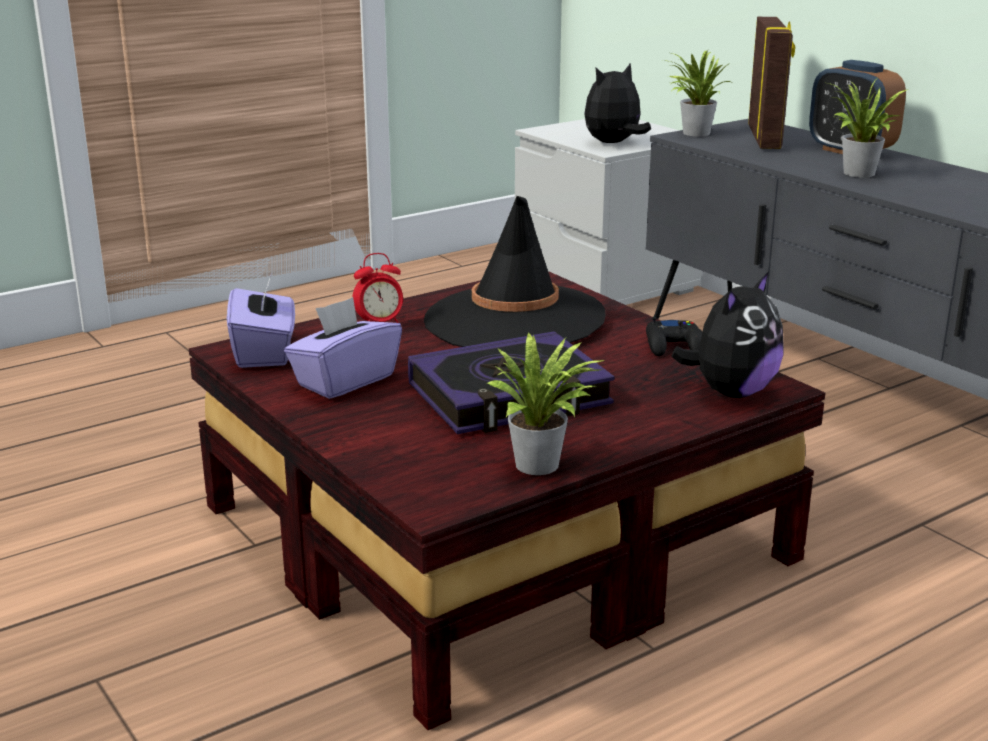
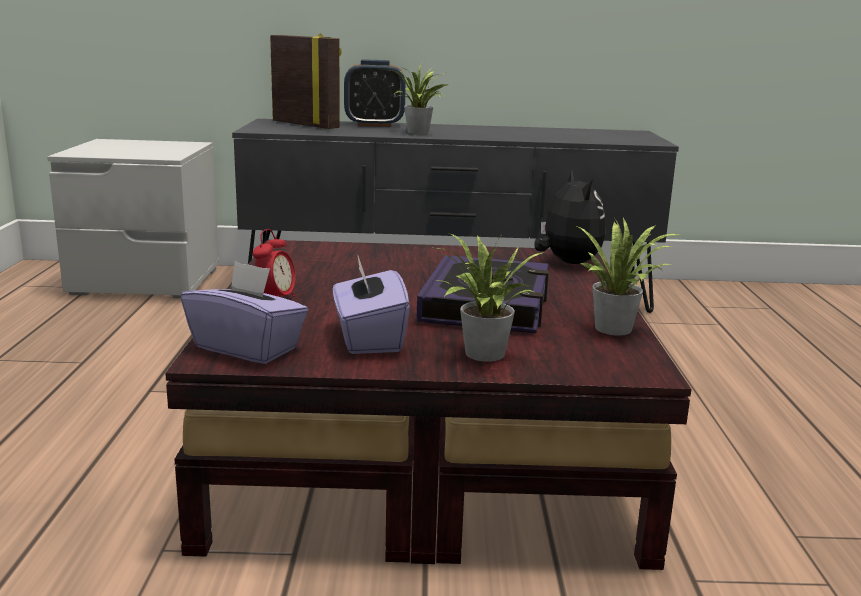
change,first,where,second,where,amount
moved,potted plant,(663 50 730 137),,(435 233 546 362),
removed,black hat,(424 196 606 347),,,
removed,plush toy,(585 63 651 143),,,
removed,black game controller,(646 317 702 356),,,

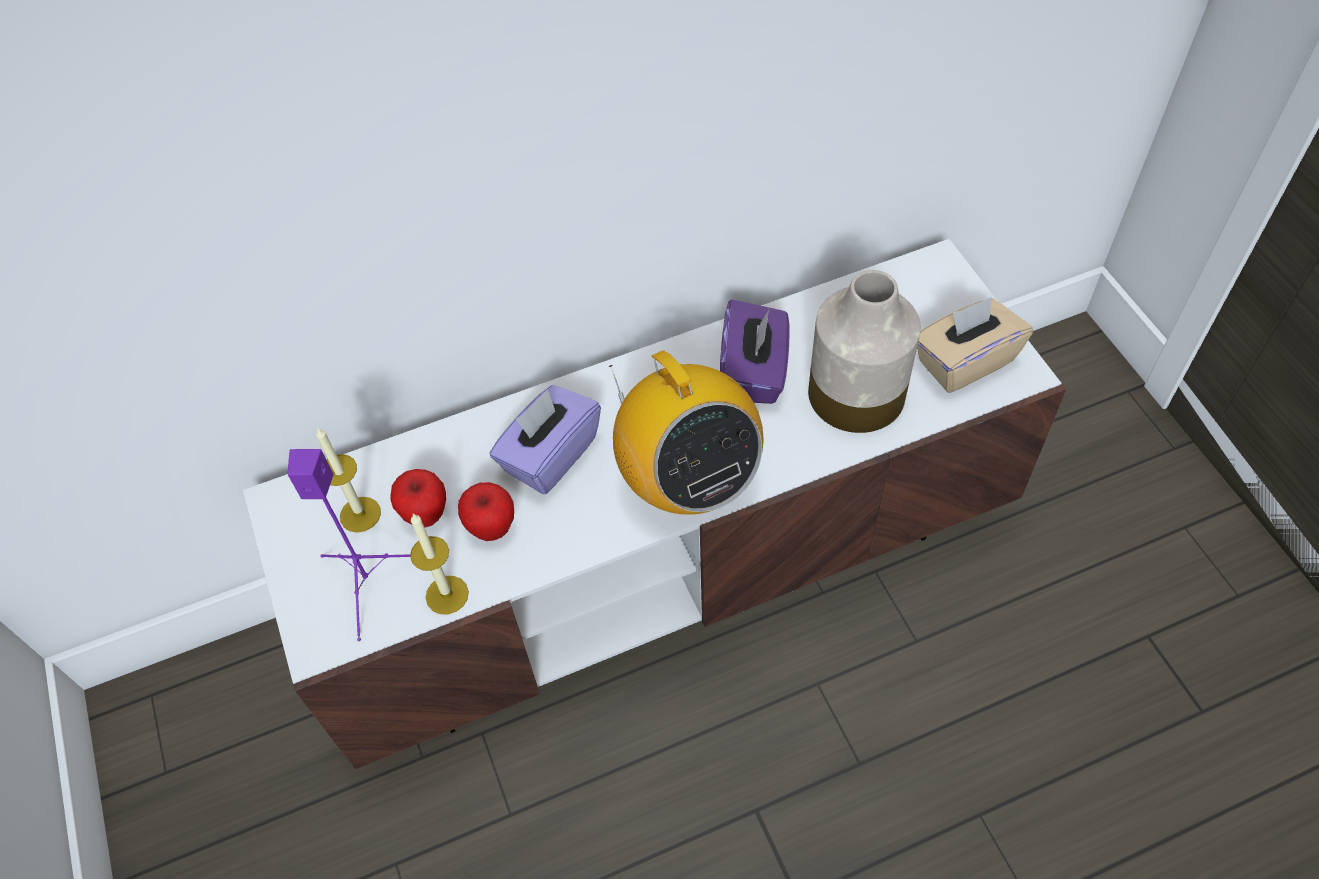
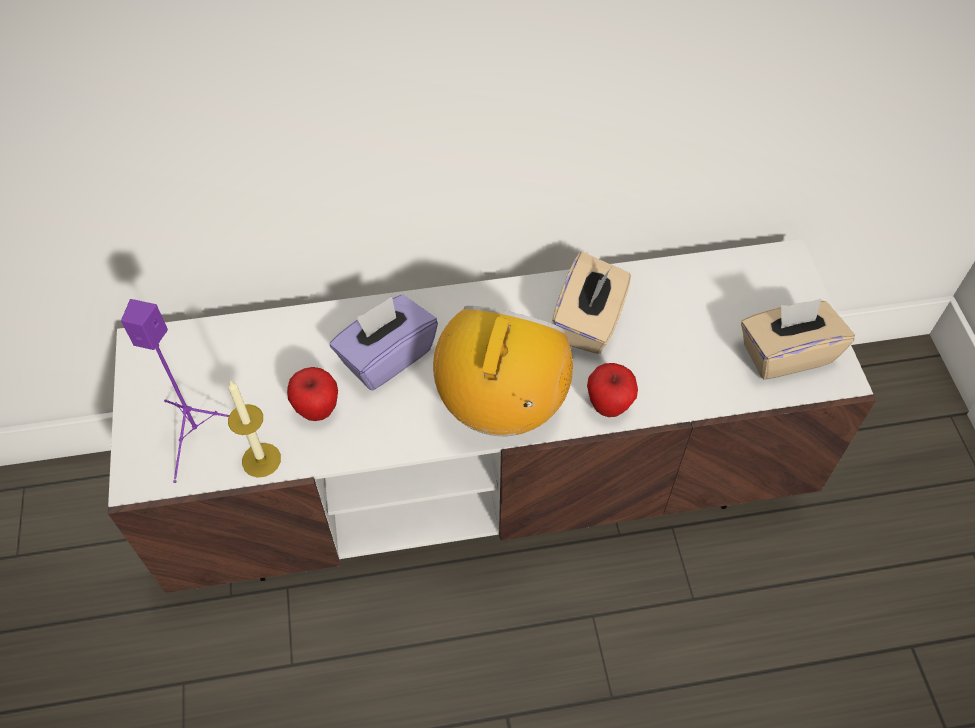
change,first,where,second,where,amount
turned,radio,(609 350 763 515),,(433 306 573 436),150 degrees counterclockwise
recoloured,purple tissue box,(720 299 789 404),beige tissue box,(552 252 631 354),
moved,apple,(390 469 446 528),,(587 363 638 417),
removed,candle,(316 427 381 533),,,
removed,beige vase,(808 270 921 433),,,

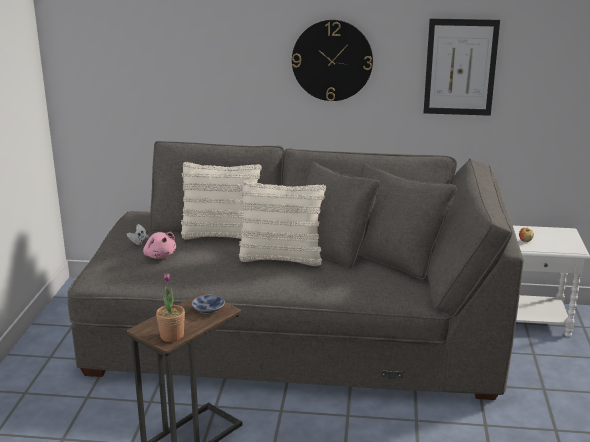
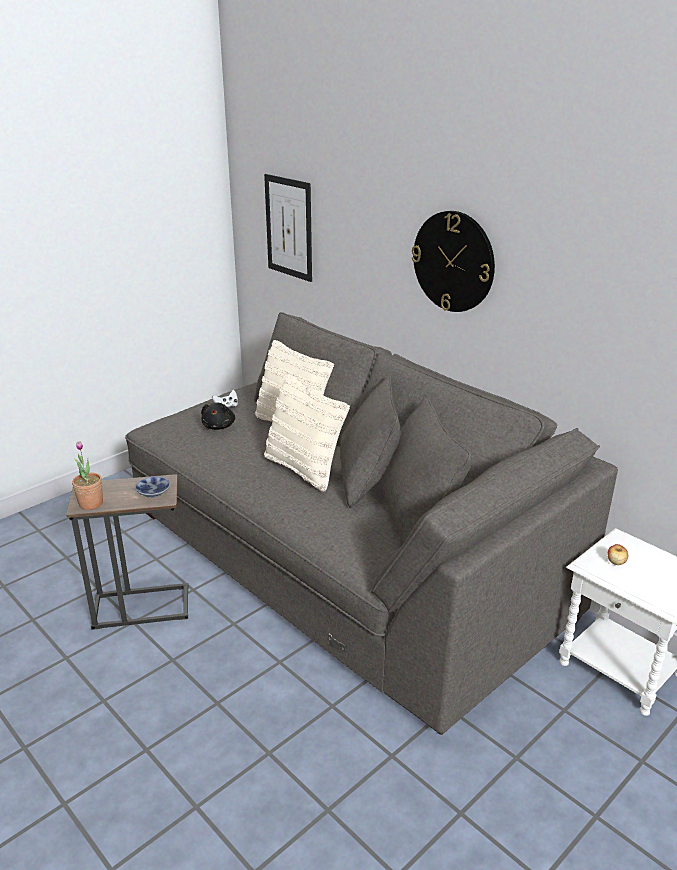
change,first,where,second,where,amount
recoloured,pink plush toy,(143 232 176 259),black plush toy,(201 403 235 430),
moved,picture,(423 18 500 116),,(264 174 312 282),

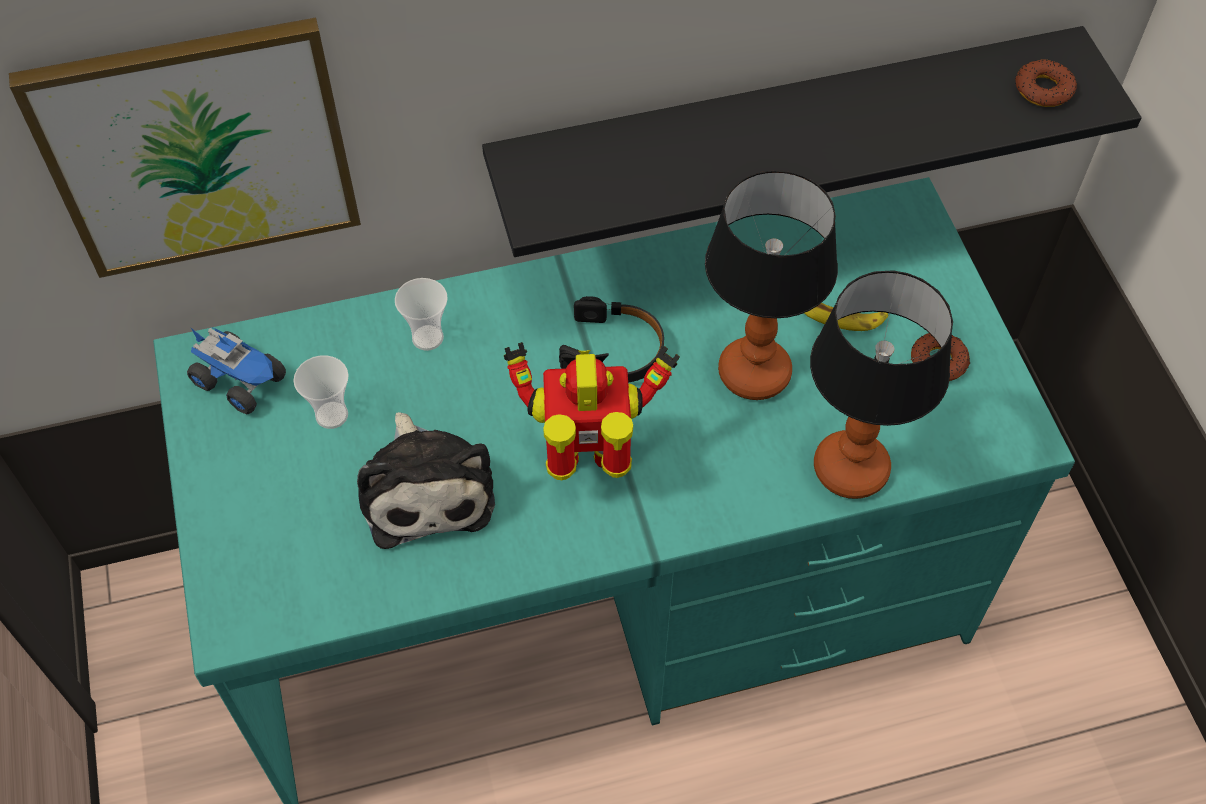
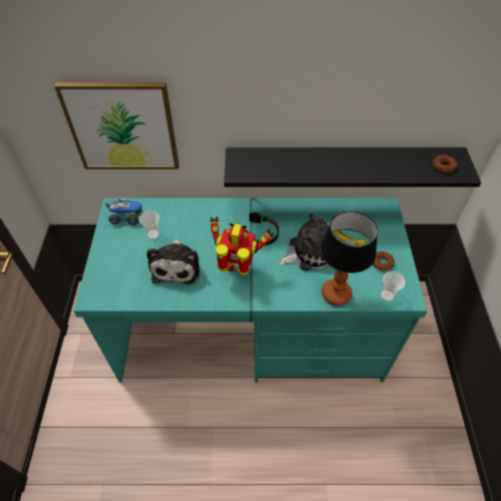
change,first,where,second,where,amount
turned,toy truck,(187 327 286 415),,(105 199 142 225),45 degrees counterclockwise
replaced,table lamp,(705 170 838 400),plush toy,(278 213 330 271),
moved,cup,(395 278 448 351),,(381 271 405 301),

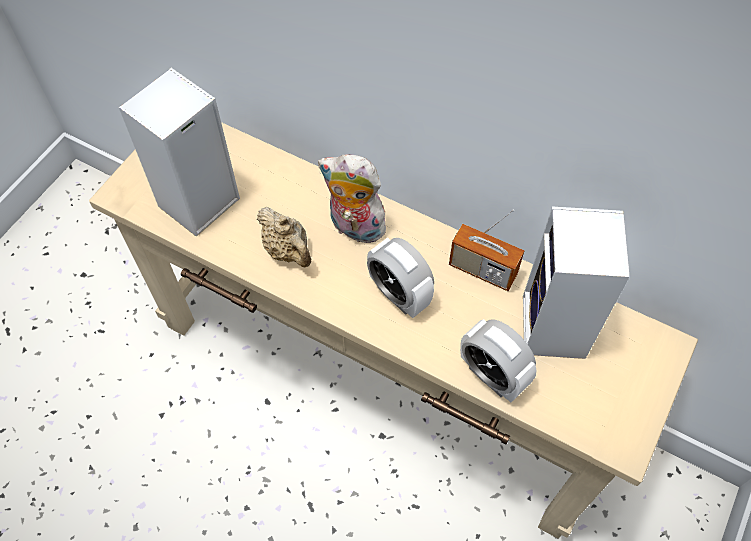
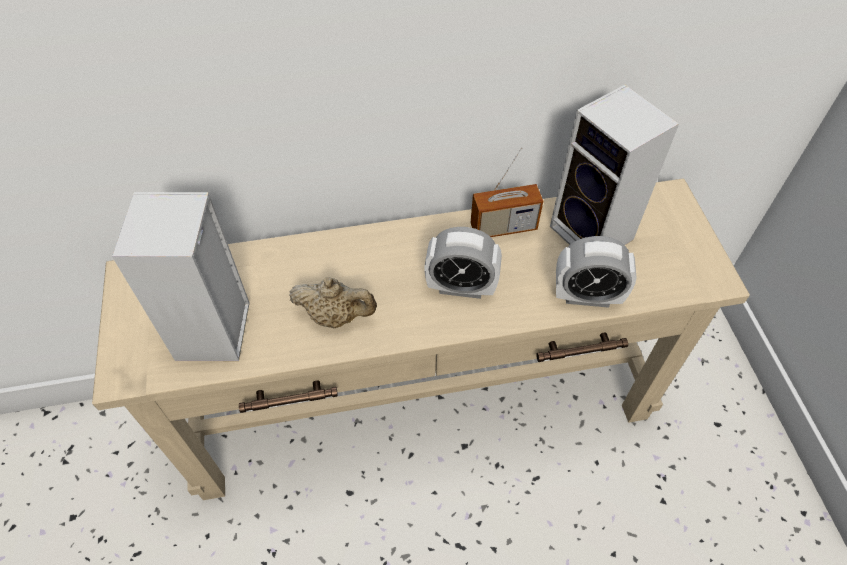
change,first,where,second,where,amount
removed,plush toy,(318 154 389 243),,,

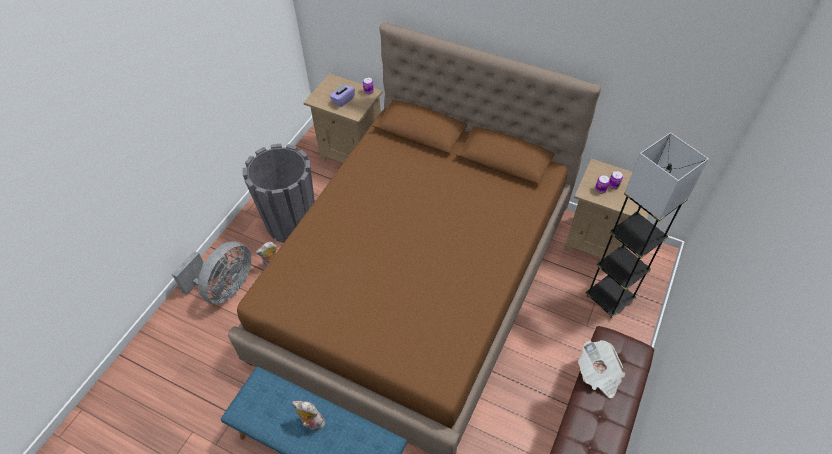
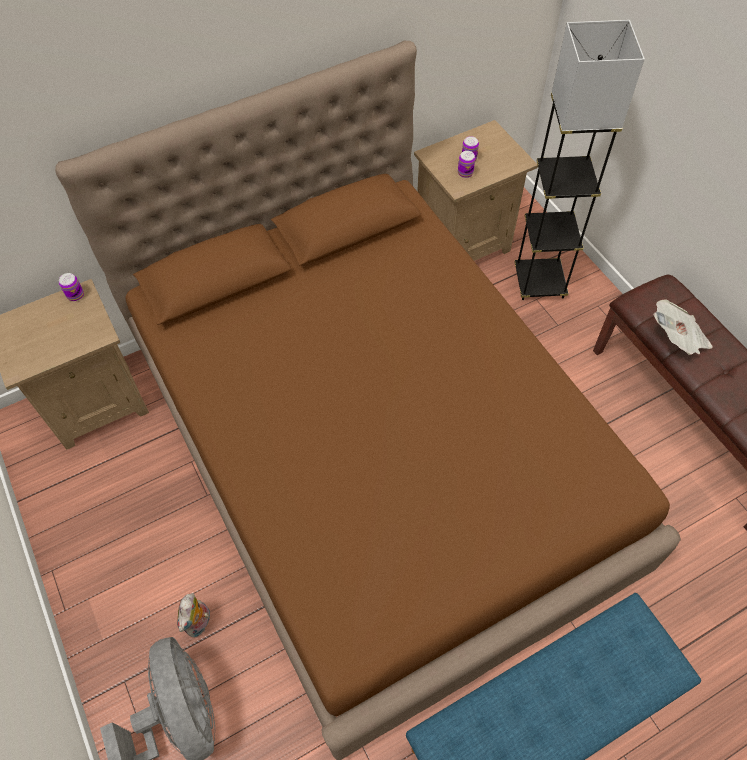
change,first,where,second,where,amount
removed,grey planter,(243 144 315 243),,,
removed,plush toy,(292 400 325 431),,,
removed,purple tissue box,(330 83 355 107),,,

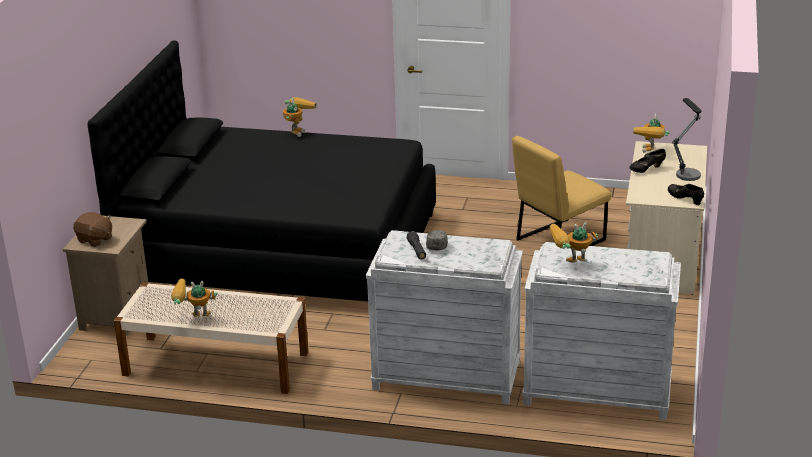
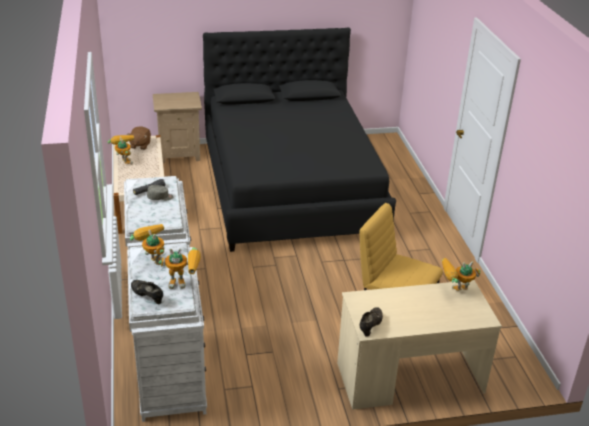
change,first,where,second,where,amount
moved,brown plush toy,(73 212 112 247),,(127 126 151 150),
moved,black shoe,(629 149 666 173),,(131 280 163 304),
moved,toy robot,(283 97 317 137),,(158 247 201 289),
removed,table lamp,(672 98 702 181),,,

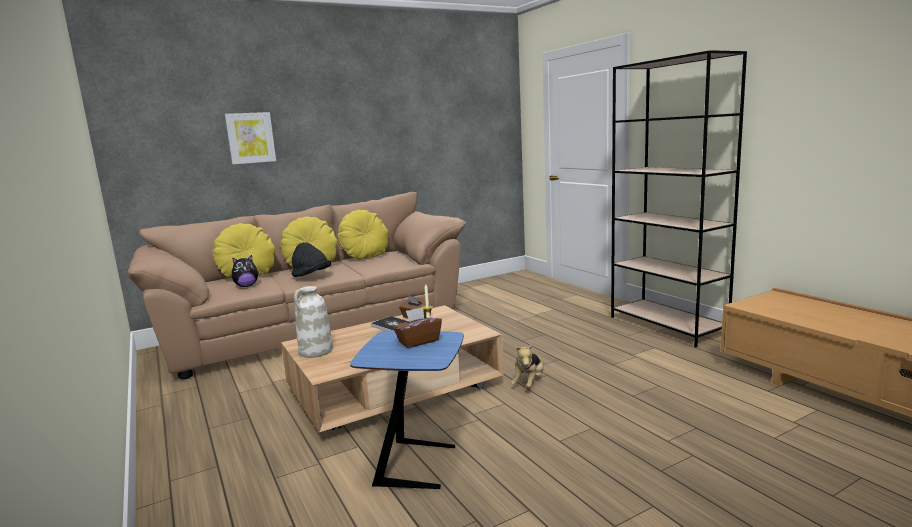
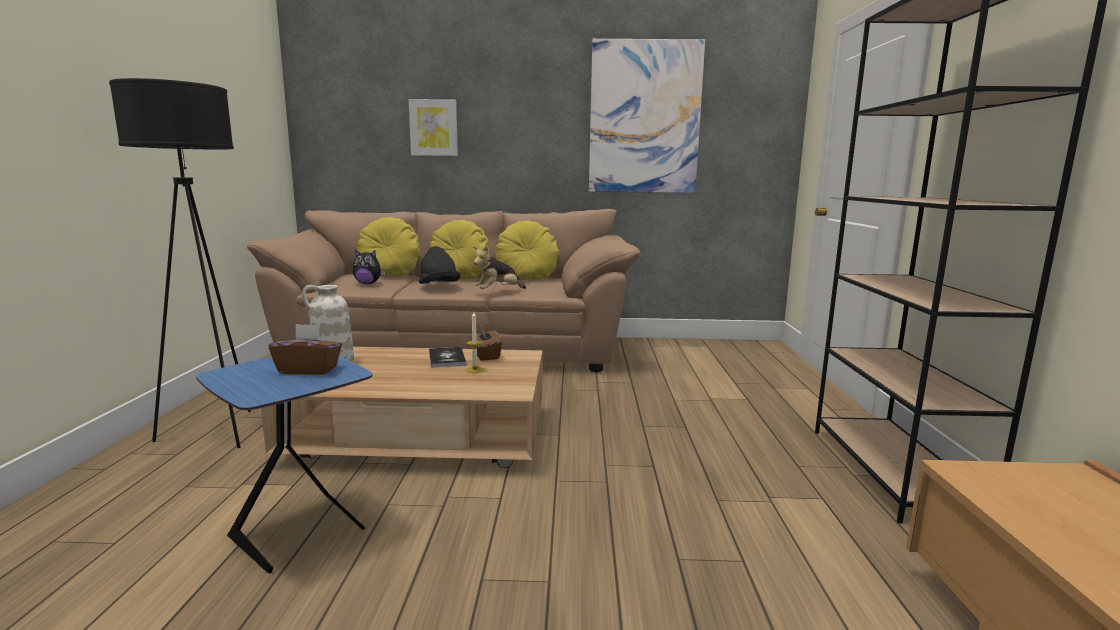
change,first,where,second,where,amount
added,,,black floor lamp,(109 78 251 448),
moved,plush toy,(511 343 544 388),,(473 246 526 289),
added,,,picture,(589 39 705 193),

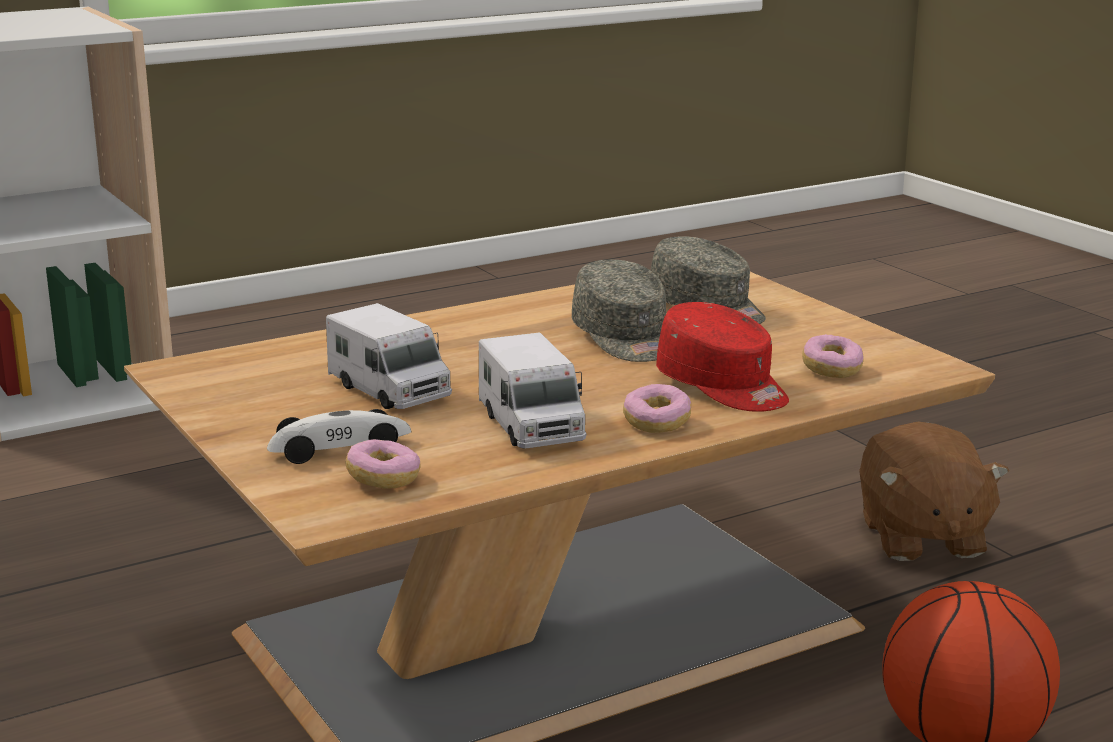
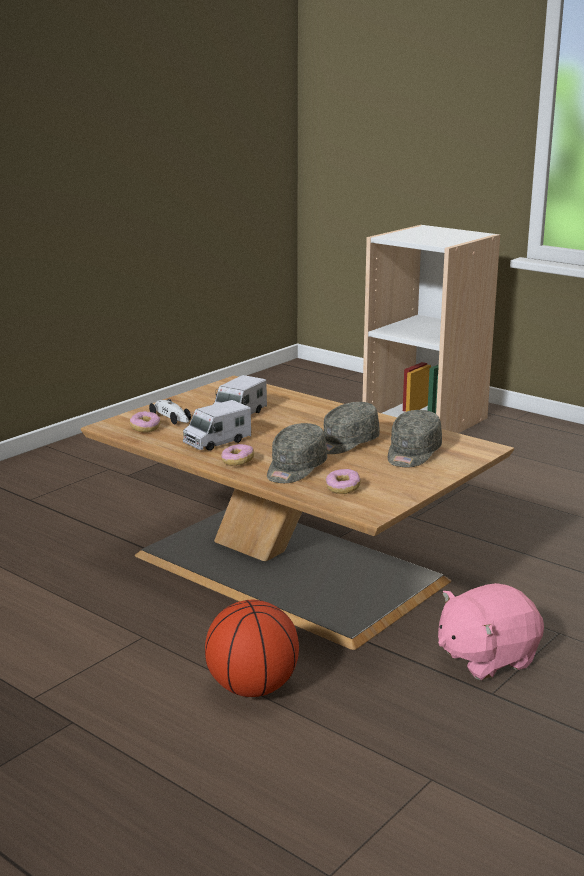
change,first,where,second,where,amount
recoloured,red cap,(656 302 789 412),grey cap,(267 423 327 483),
recoloured,brown plush toy,(859 421 1009 561),pink plush toy,(438 583 544 680),

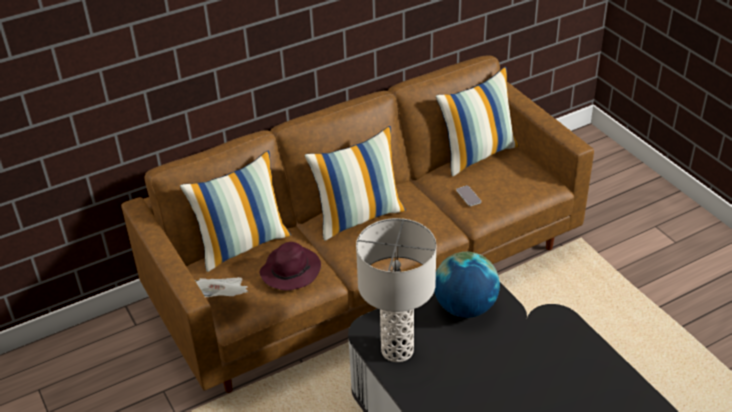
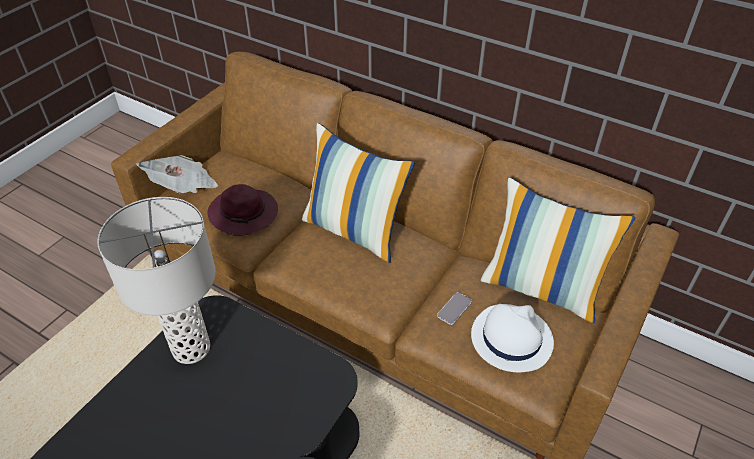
change,first,where,second,where,amount
added,,,white hat,(471 304 554 372),
removed,pillow,(180 150 291 272),,,
removed,globe,(434 252 500 318),,,

